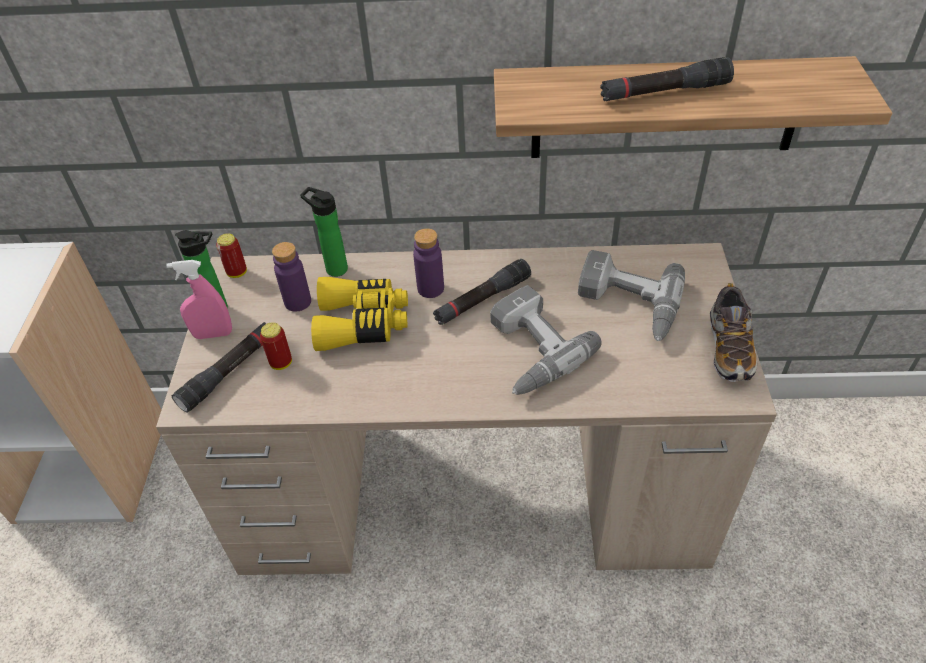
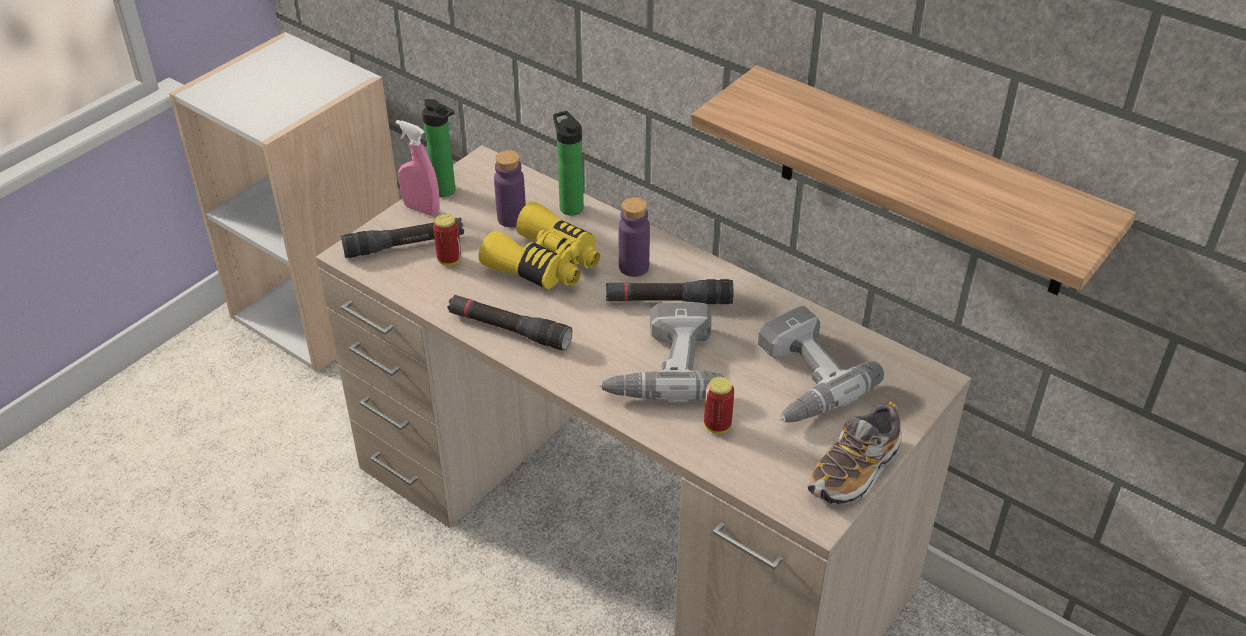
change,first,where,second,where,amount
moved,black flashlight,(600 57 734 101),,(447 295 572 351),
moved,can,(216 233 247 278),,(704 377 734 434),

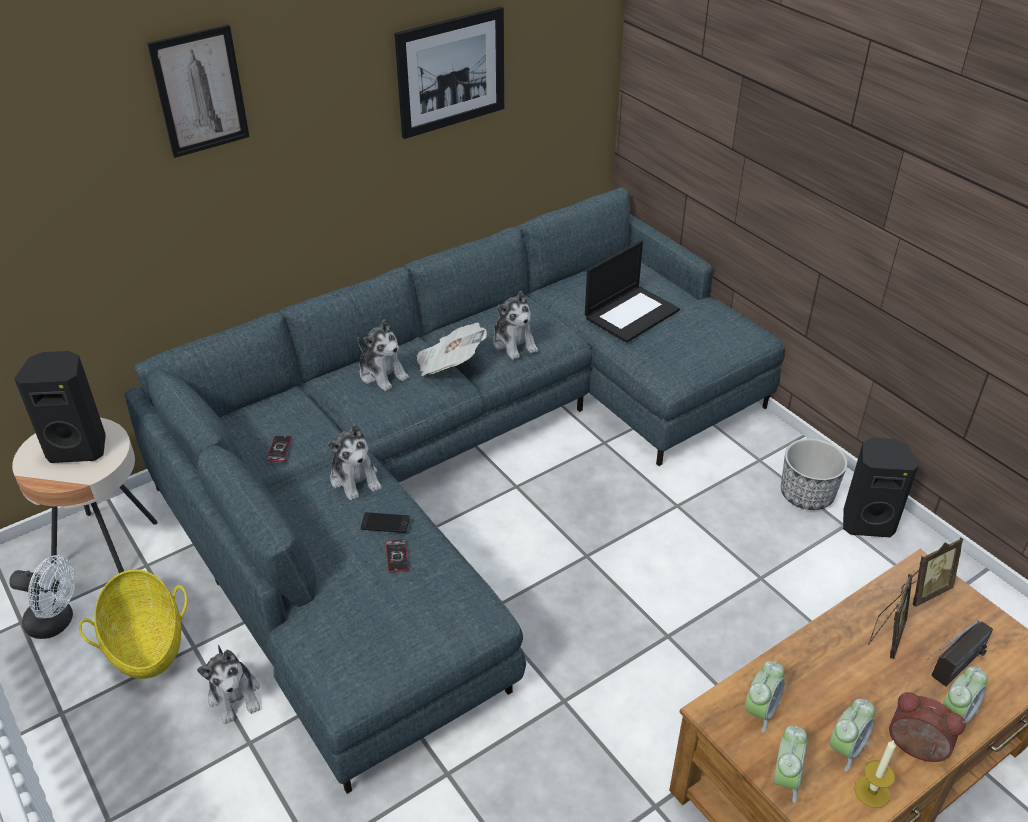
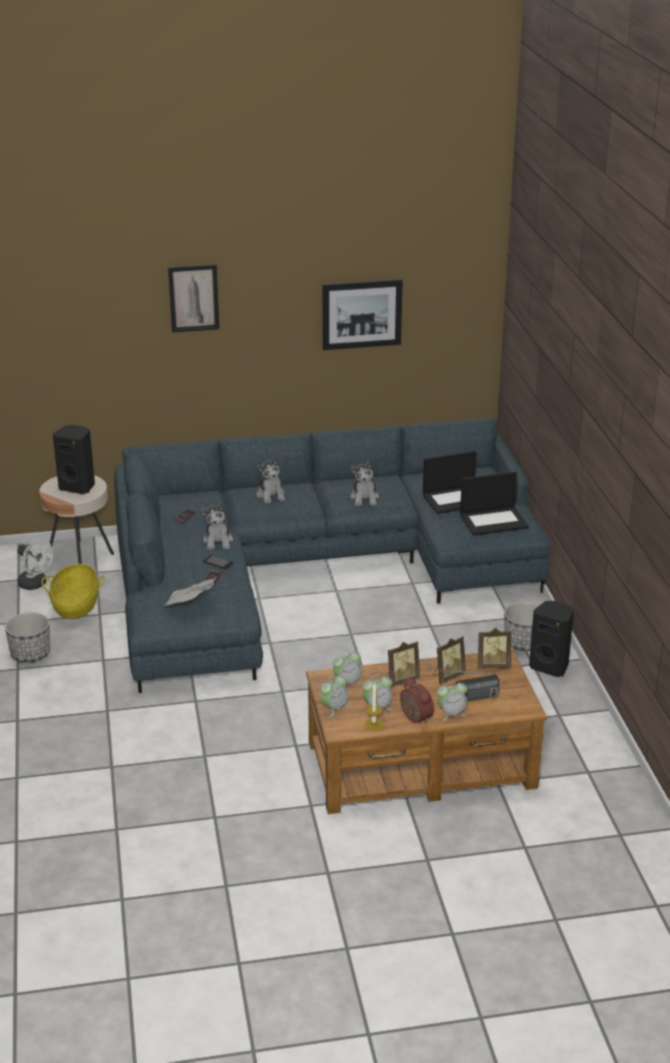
change,first,where,second,where,amount
added,,,planter,(5 612 50 663),
moved,newspaper,(417 323 487 376),,(163 578 216 606),
added,,,picture frame,(387 641 420 687),
added,,,laptop,(460 472 529 535),
removed,plush toy,(197 645 260 724),,,

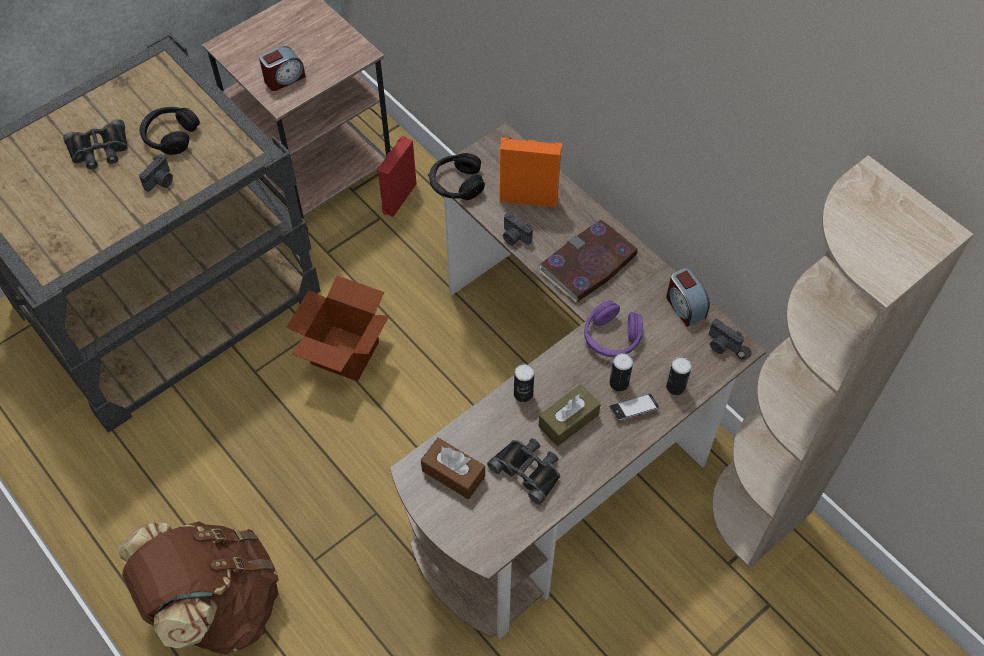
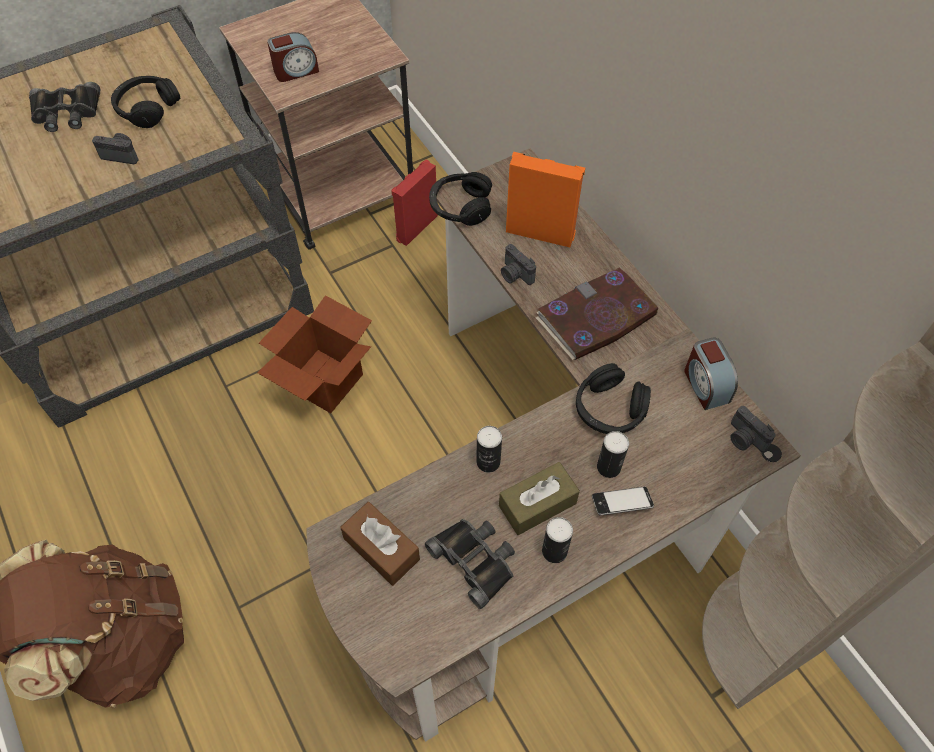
change,first,where,second,where,amount
turned,photo camera,(139 154 173 192),,(92 133 139 164),120 degrees counterclockwise
moved,can,(666 357 692 395),,(542 517 573 563),
recoloured,purple headphones,(584 300 643 357),black headphones,(576 363 651 434),

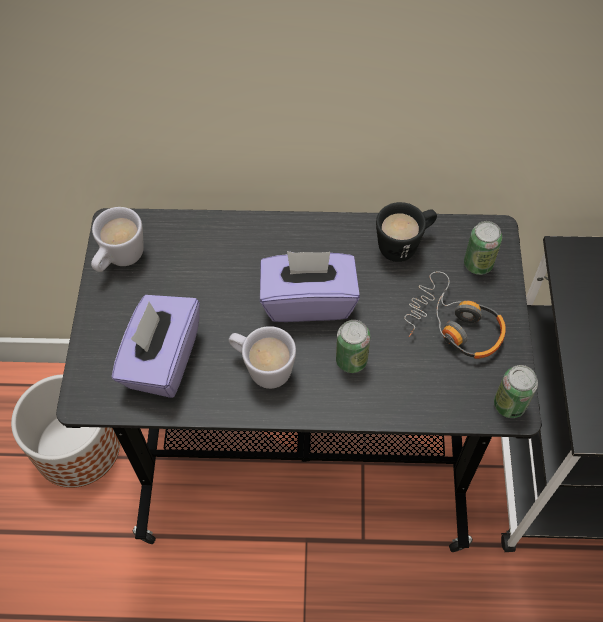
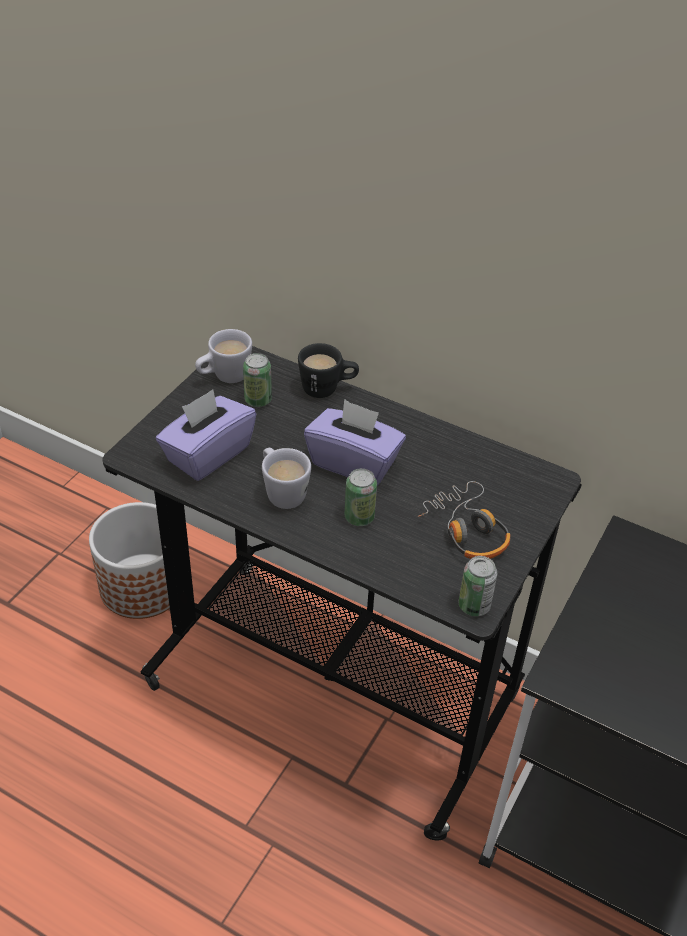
change,first,where,second,where,amount
moved,can,(464 221 502 275),,(243 353 272 407),
moved,black mug,(376 202 437 262),,(298 343 359 398),

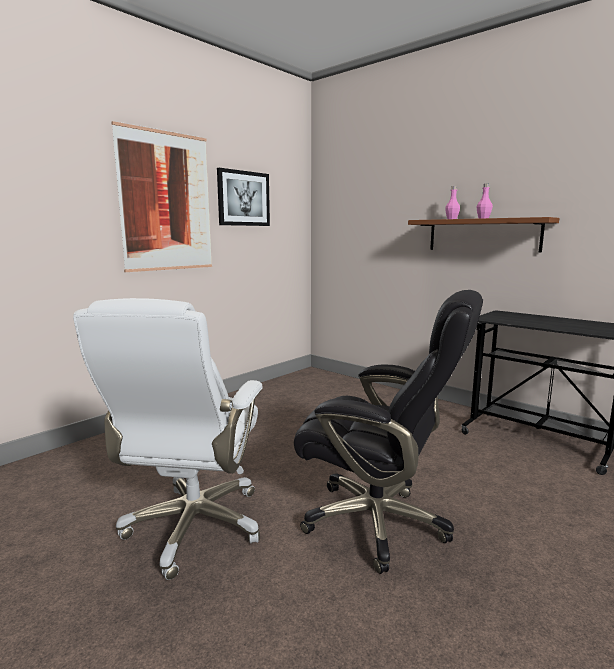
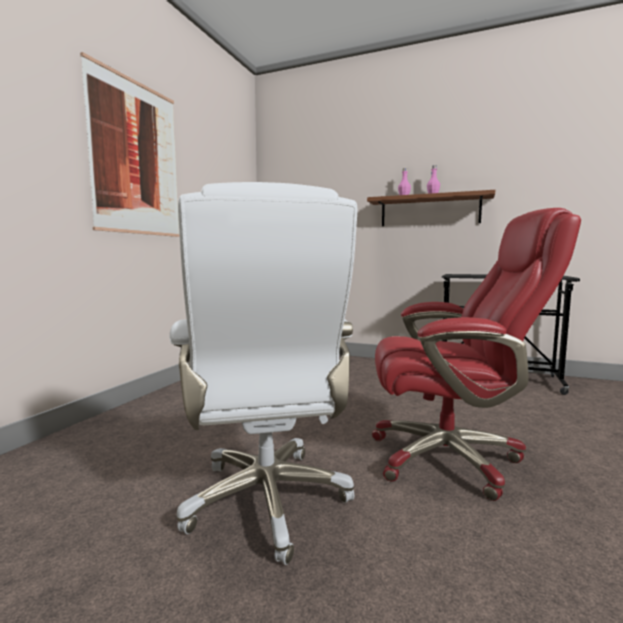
change,first,where,second,where,amount
recoloured,black office chair,(294 290 483 574),red office chair,(372 208 581 501),
removed,picture,(217 168 270 226),,,

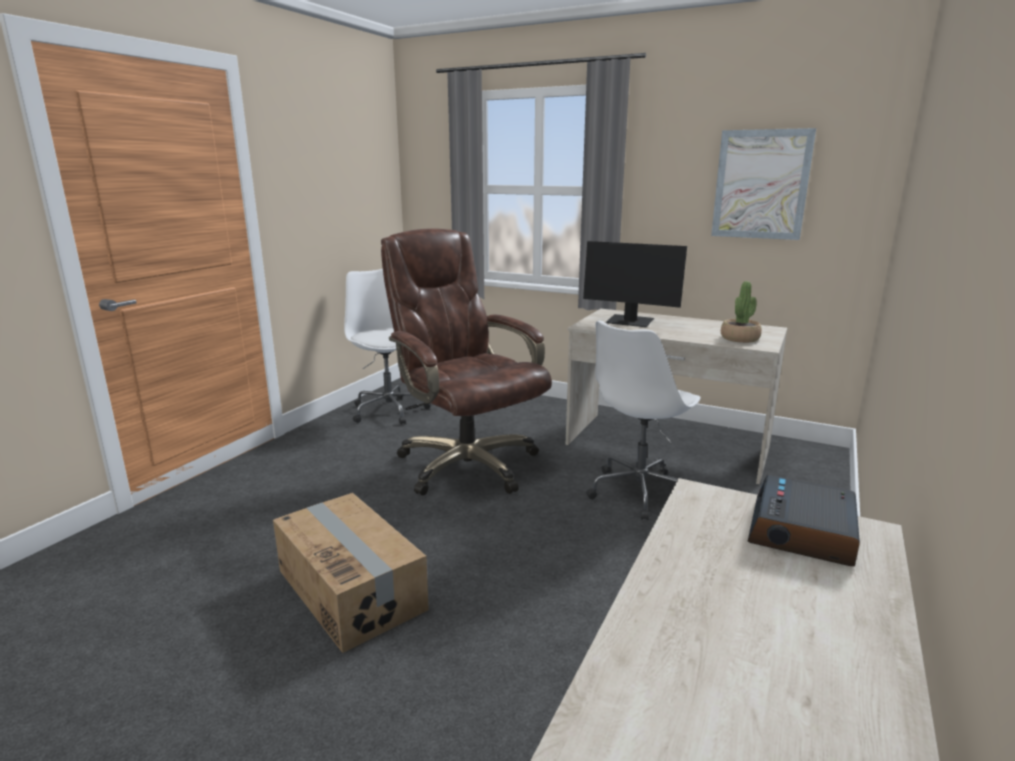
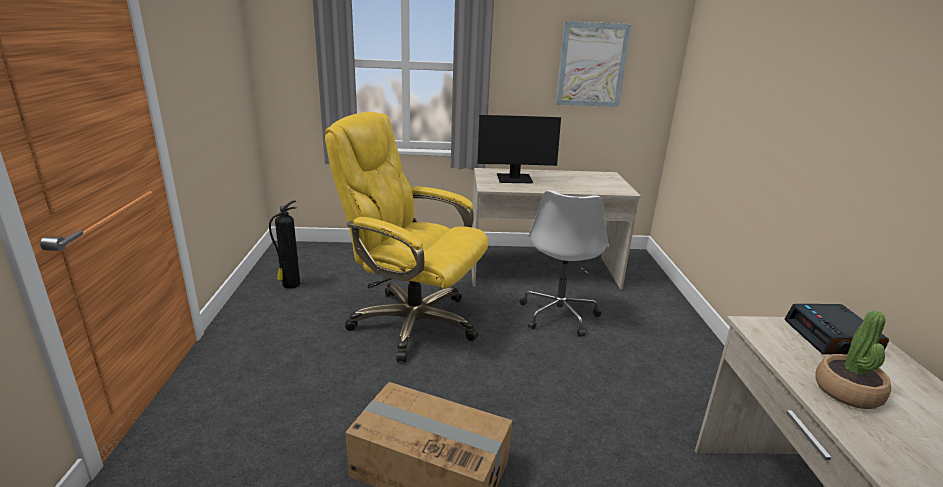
change,first,where,second,where,amount
replaced,white office chair,(344 269 431 424),fire extinguisher,(269 201 300 289),
recoloured,brown office chair,(381 228 552 496),yellow office chair,(325 112 488 362),
moved,potted plant,(721 281 762 343),,(815 311 891 409),

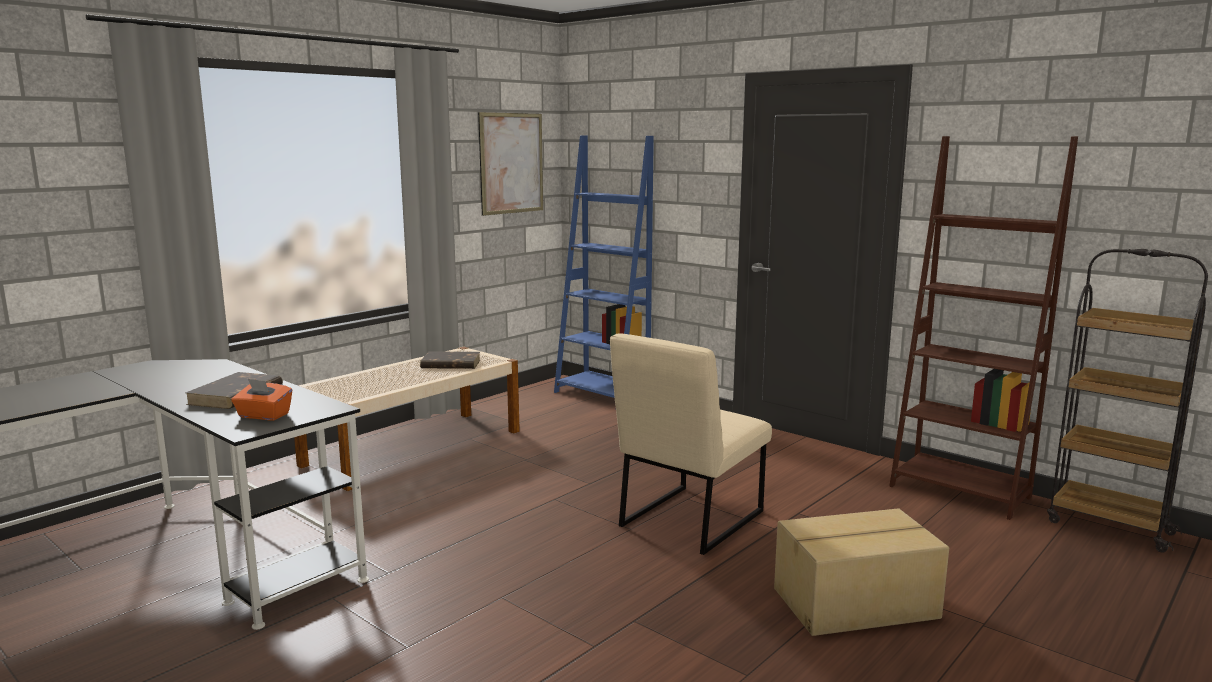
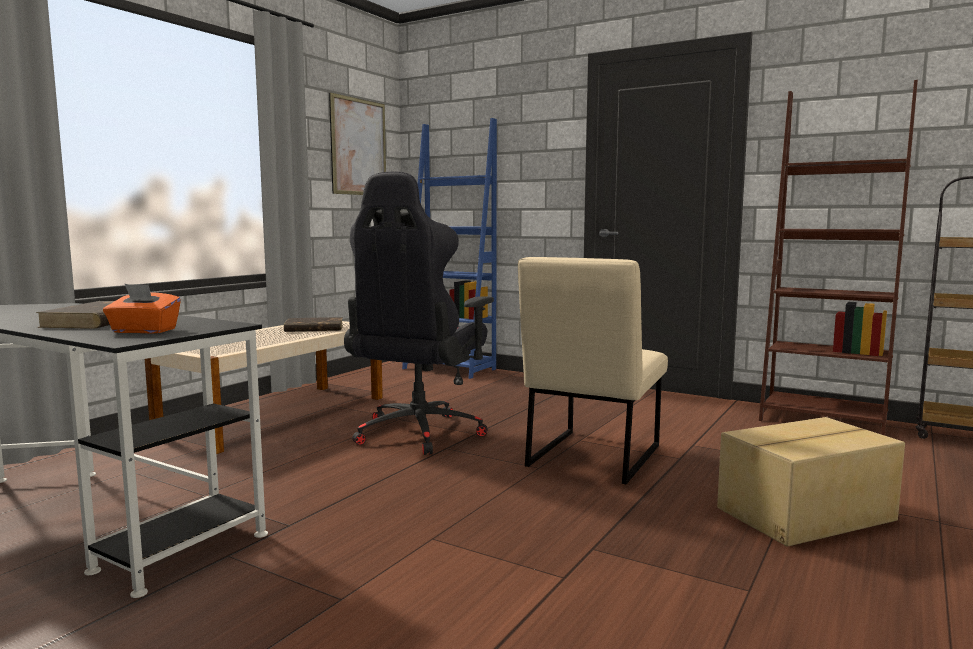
change,first,where,second,where,amount
added,,,black office chair,(344 171 494 455),

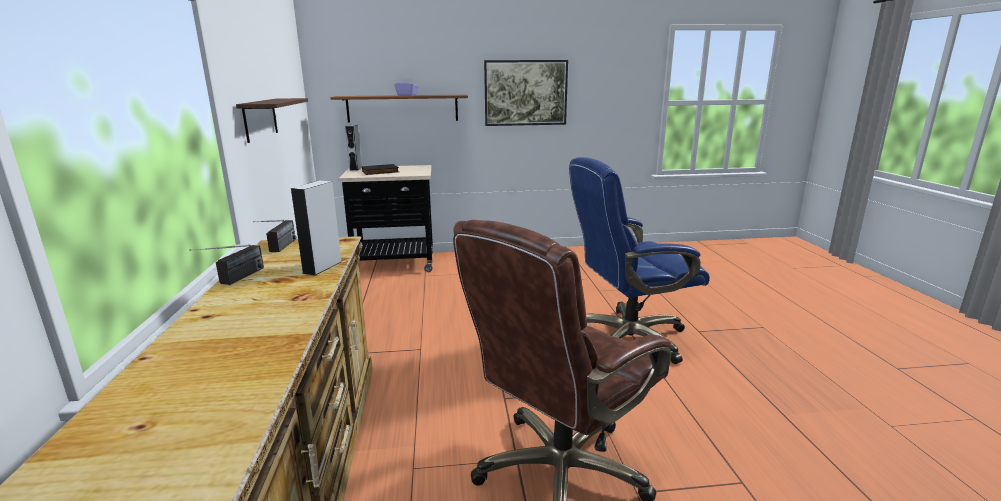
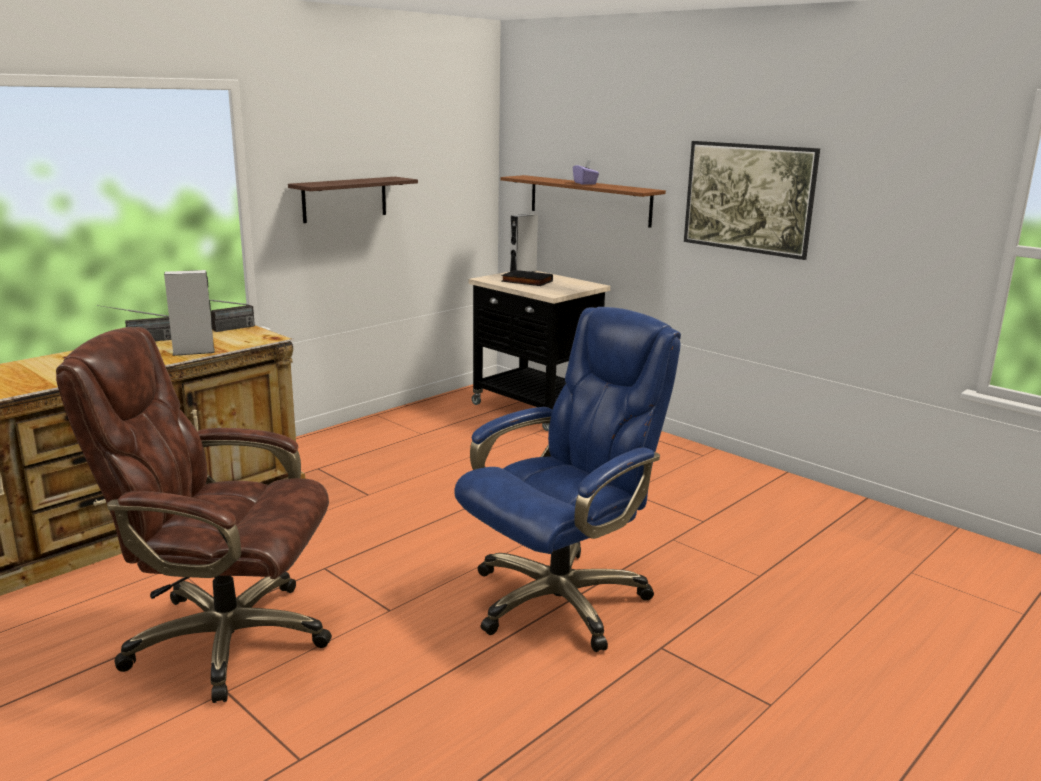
change,first,where,second,where,amount
turned,blue office chair,(569 157 710 364),,(454 307 681 652),105 degrees clockwise

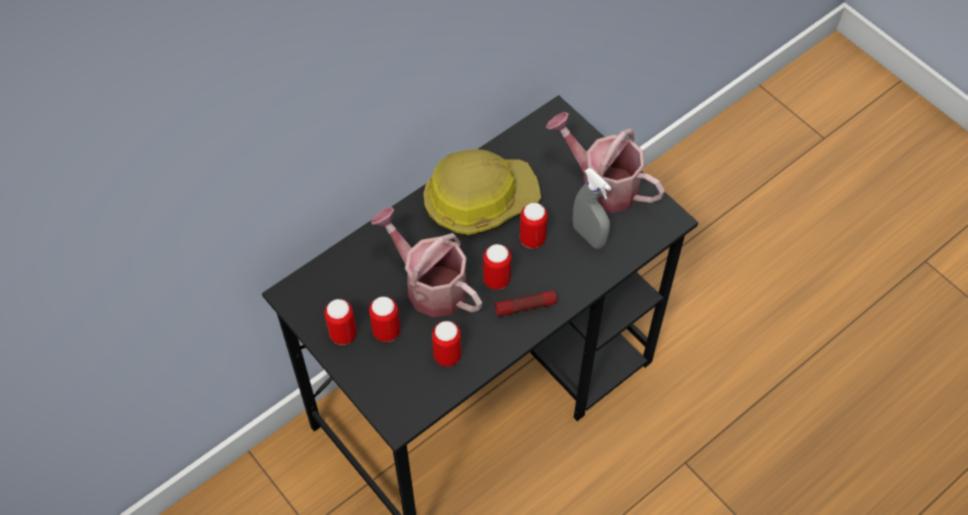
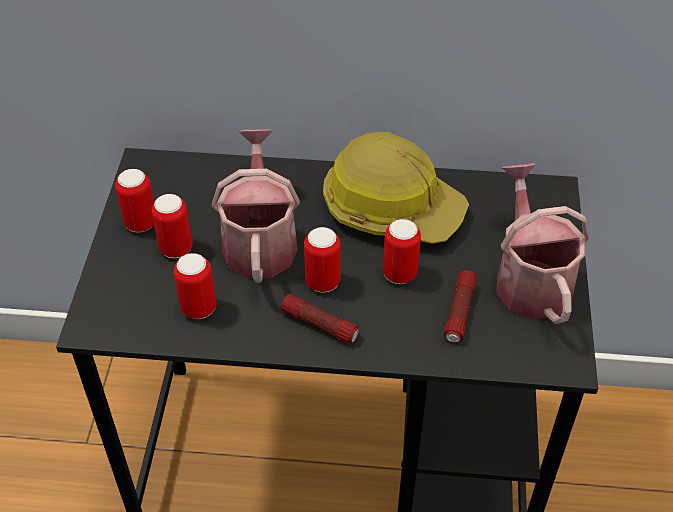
change,first,where,second,where,amount
replaced,grey spray bottle,(573 168 611 249),flashlight,(444 270 477 343),

